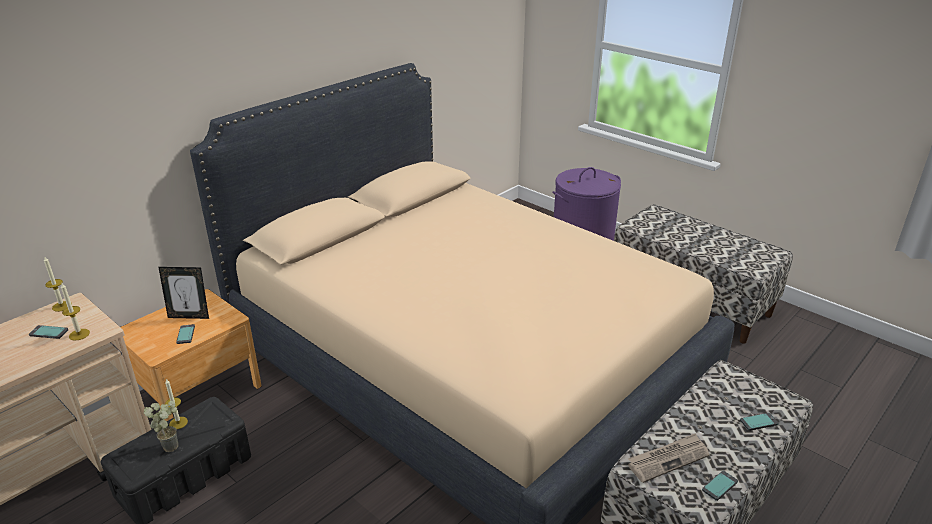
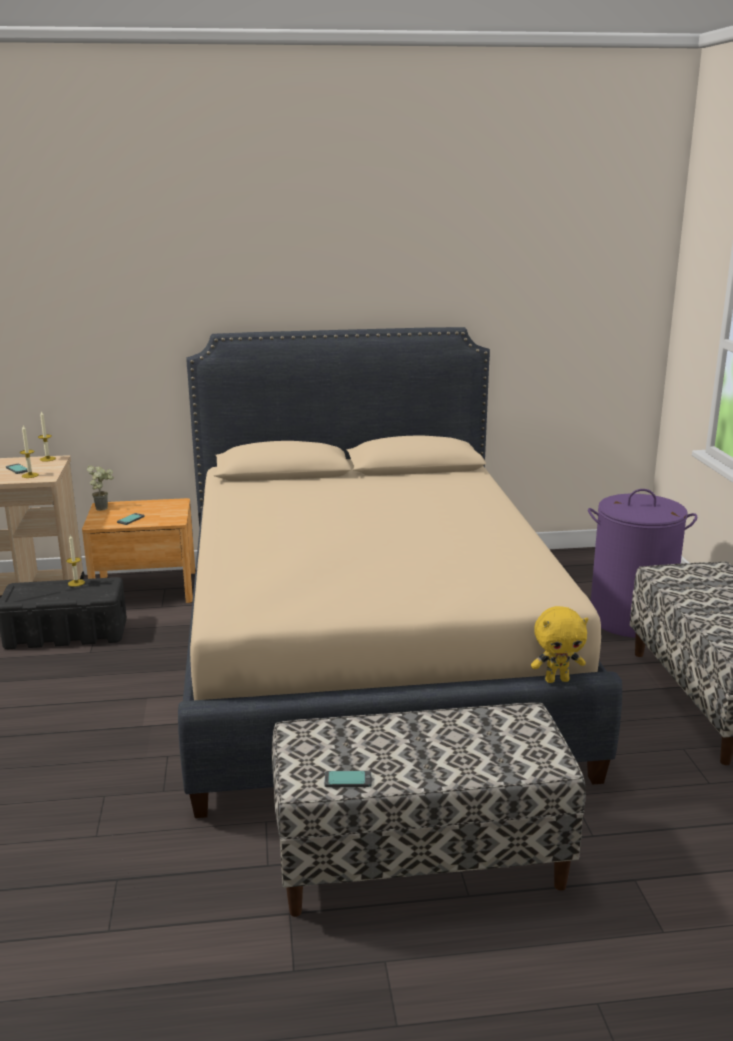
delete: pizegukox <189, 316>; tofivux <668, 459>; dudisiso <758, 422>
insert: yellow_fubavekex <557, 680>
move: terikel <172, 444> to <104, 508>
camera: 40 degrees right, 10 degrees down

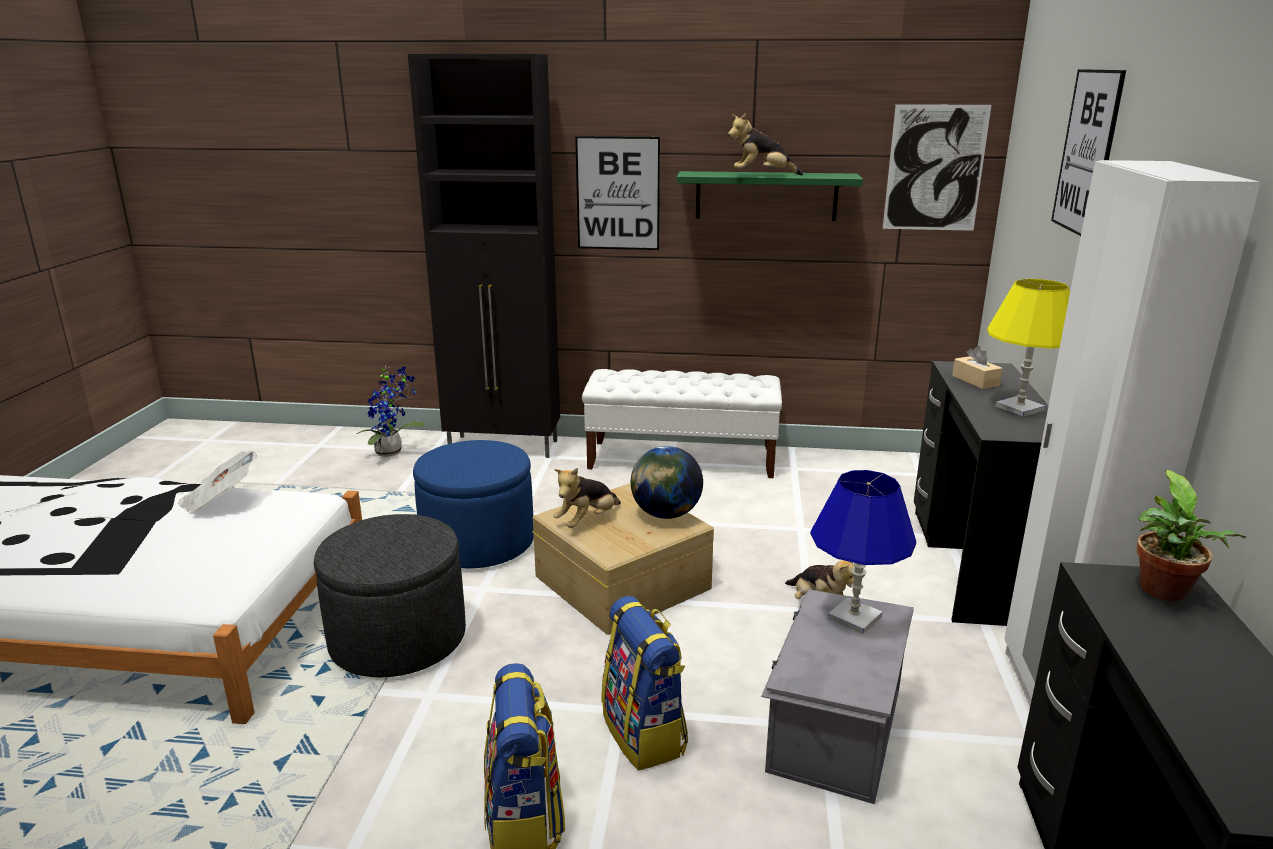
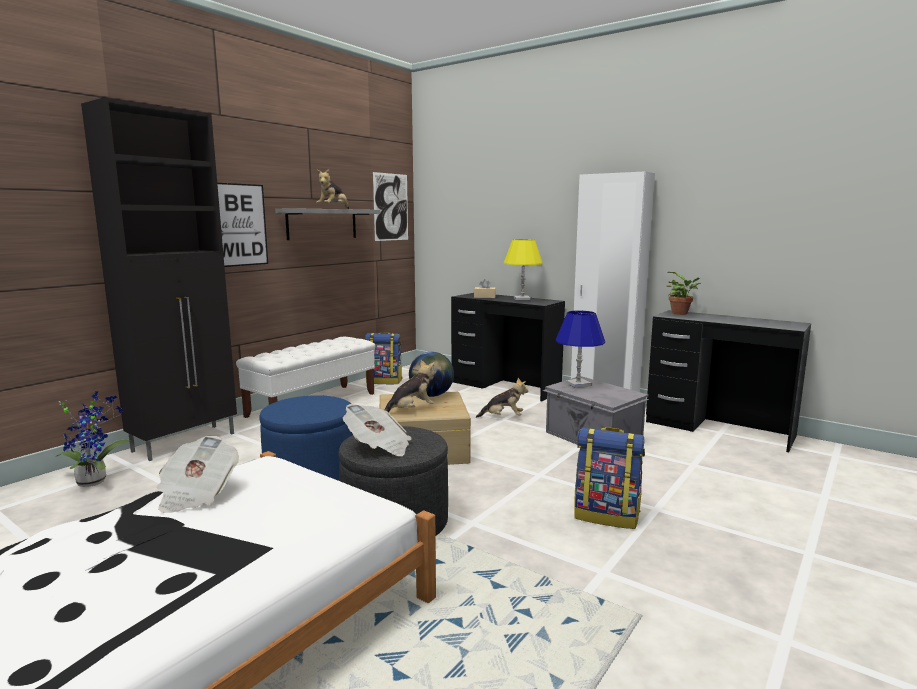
delete: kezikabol <1087, 152>
insert: tofivux <378, 447>
move: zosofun <645, 734> to <384, 381>
recolor: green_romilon <766, 196> to grey_romilon <322, 224>
rotate: fubavekex <587, 521> = <411, 410> 105 degrees counterclockwise
camera: 60 degrees left, 10 degrees down

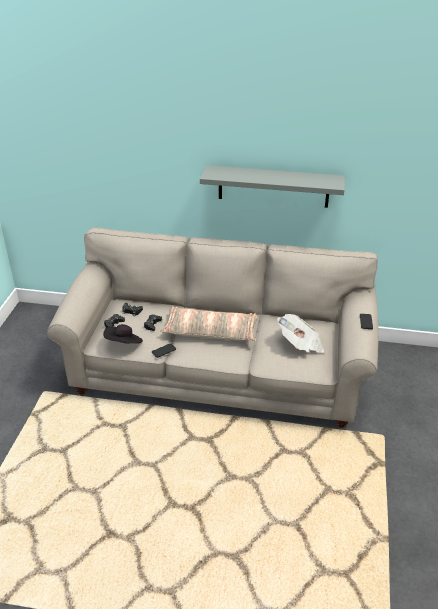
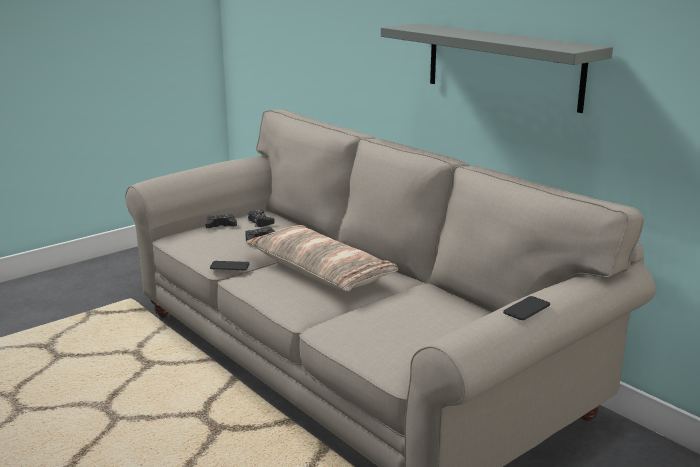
delete: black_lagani <124, 344>; tofivux <300, 344>
camera: 40 degrees right, 15 degrees down

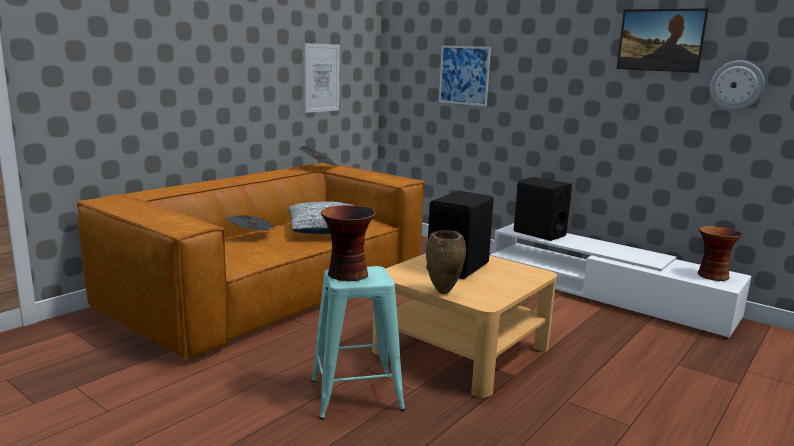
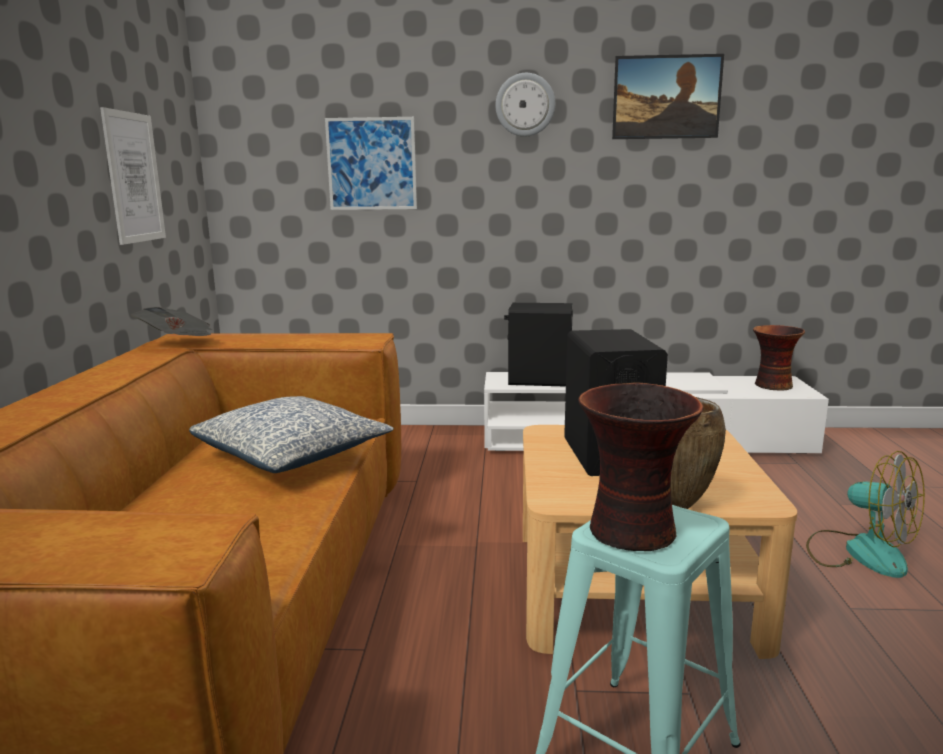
delete: tofivux <252, 236>
insert: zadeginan <860, 552>
move: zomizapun <736, 85> to <525, 105>
camera: 35 degrees left, 0 degrees up

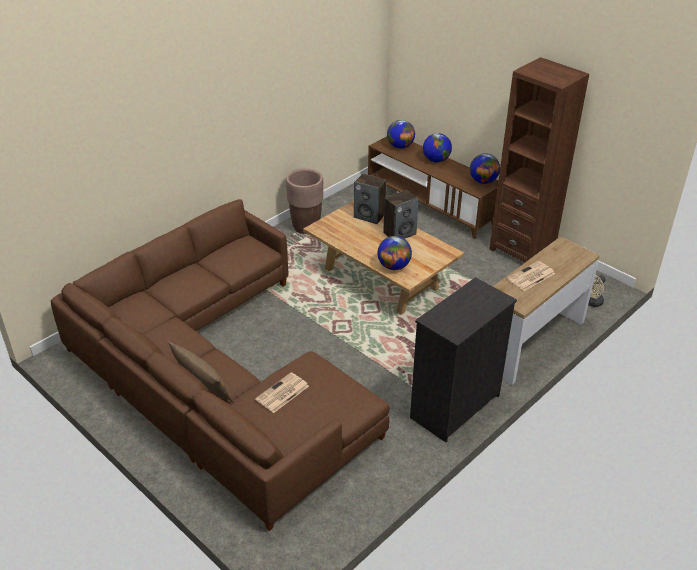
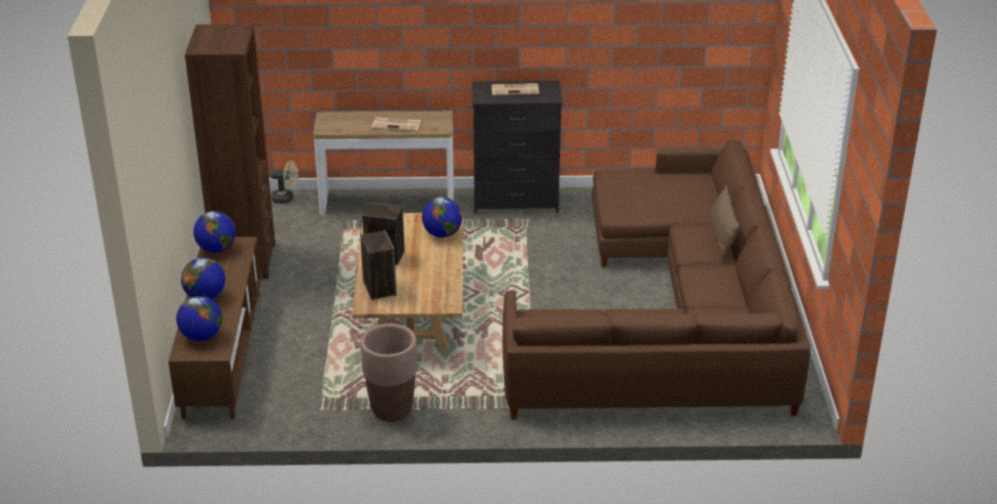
move: tofivux <282, 393> to <515, 90>
camera: 135 degrees left, 5 degrees down

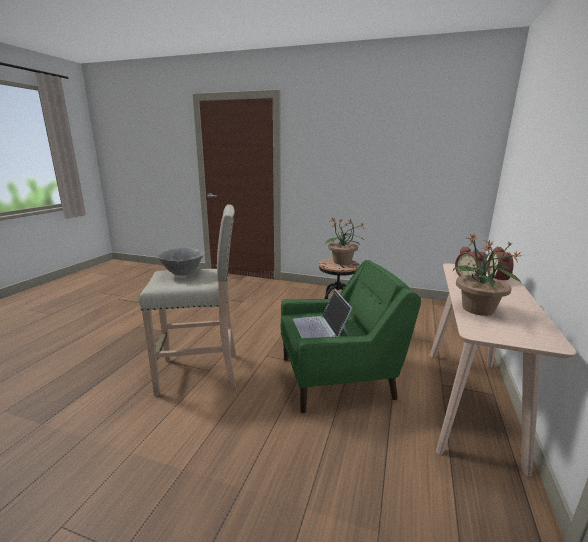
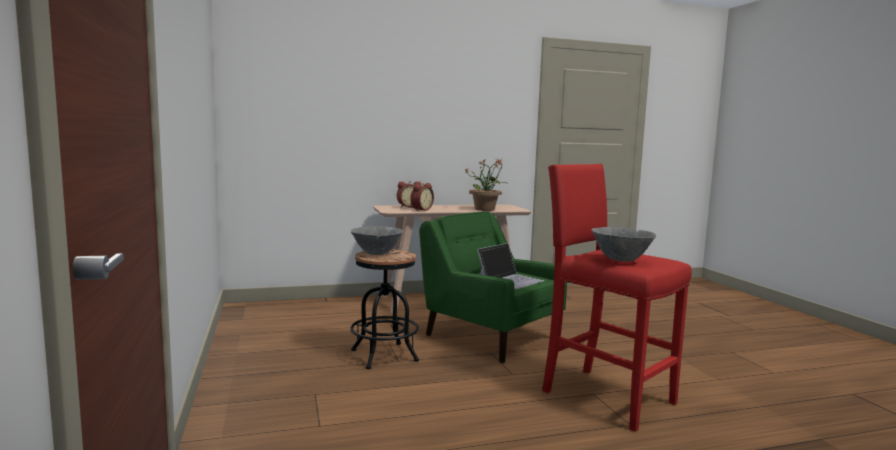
replace: terikel <342, 262> to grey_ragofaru <377, 254>
recolor: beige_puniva <201, 373> to red_puniva <605, 396>
camera: 125 degrees left, 10 degrees down

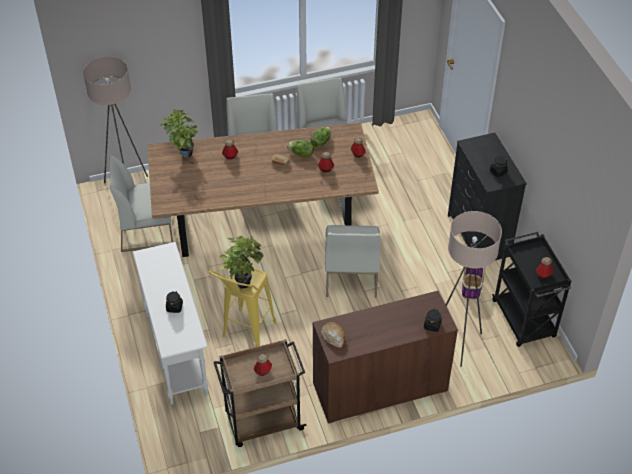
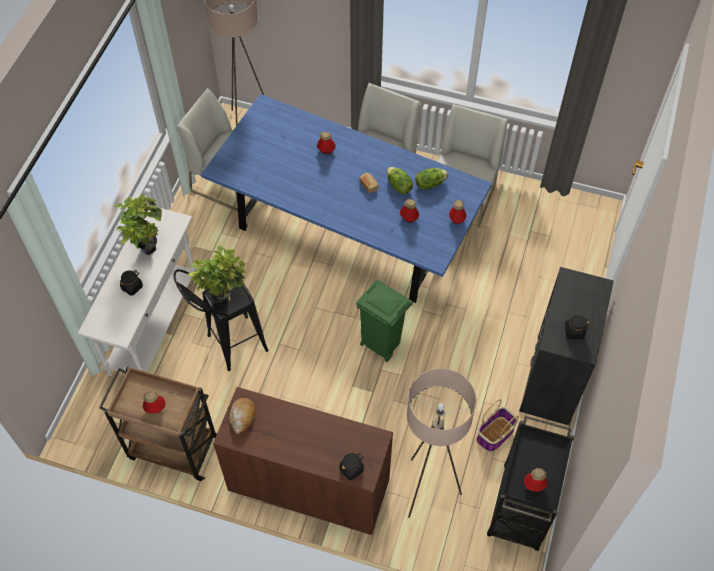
move: terikel <183, 153> to <146, 246>
replace: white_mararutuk <350, 276> to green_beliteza <380, 345>
recolor: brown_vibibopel <263, 218> to blue_vibibopel <346, 230>; yellow_puniva <245, 336> to black_puniva <229, 347>
camera: 35 degrees right, 10 degrees up

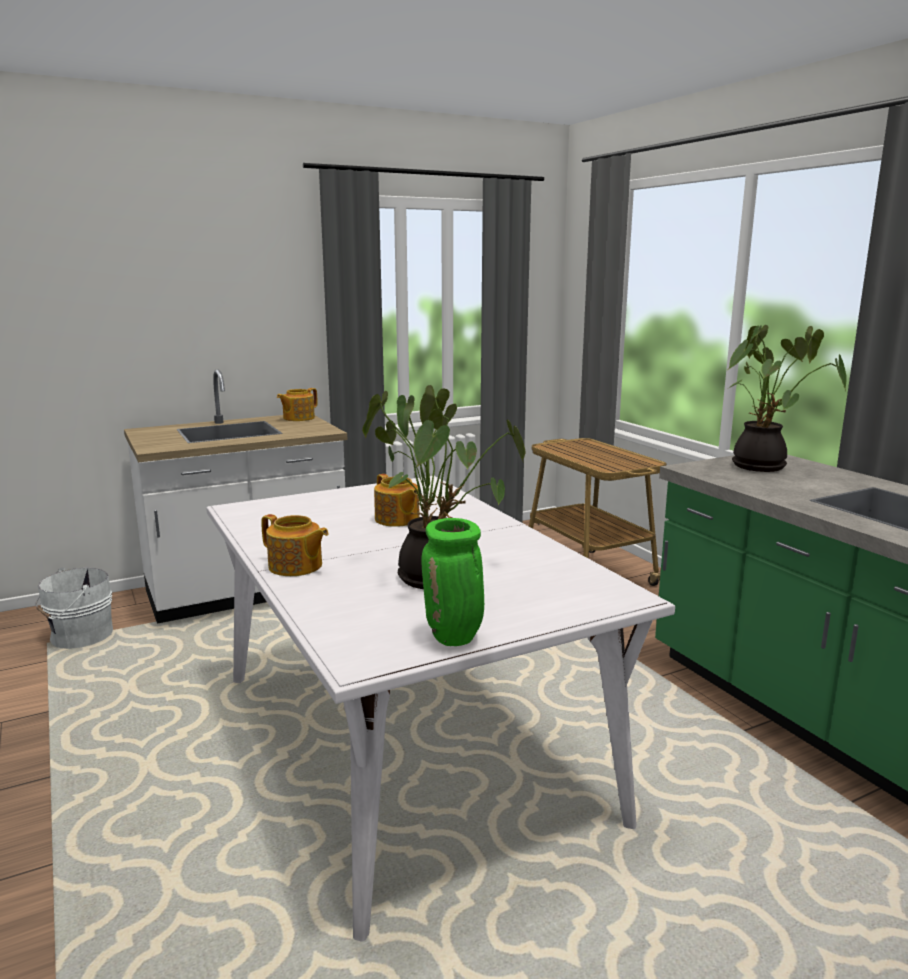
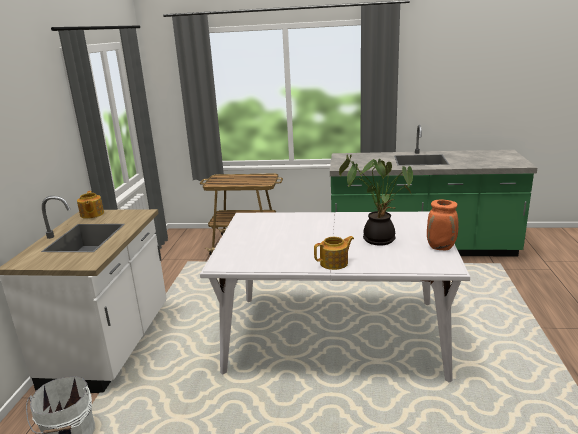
delete: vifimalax <397, 519>; terikel <763, 467>
recolor: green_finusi <454, 638> to orange_finusi <441, 247>
camera: 55 degrees left, 5 degrees up

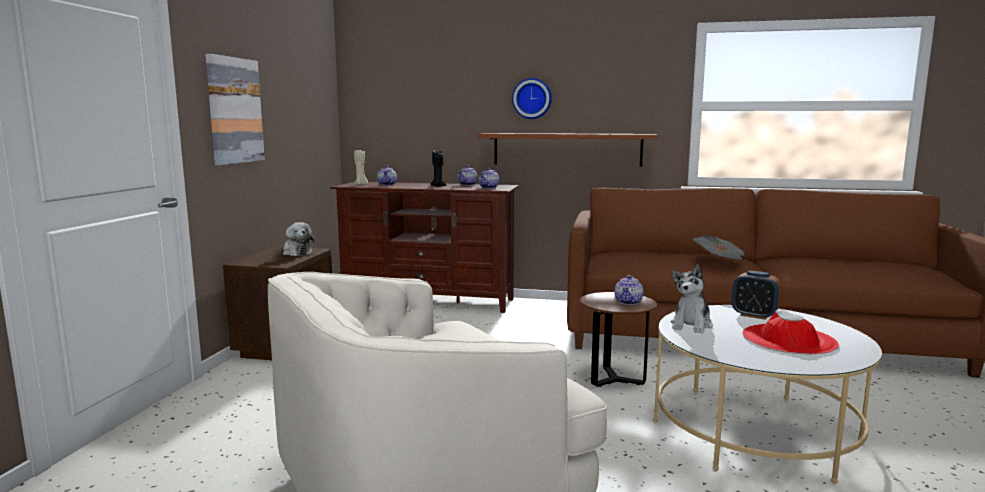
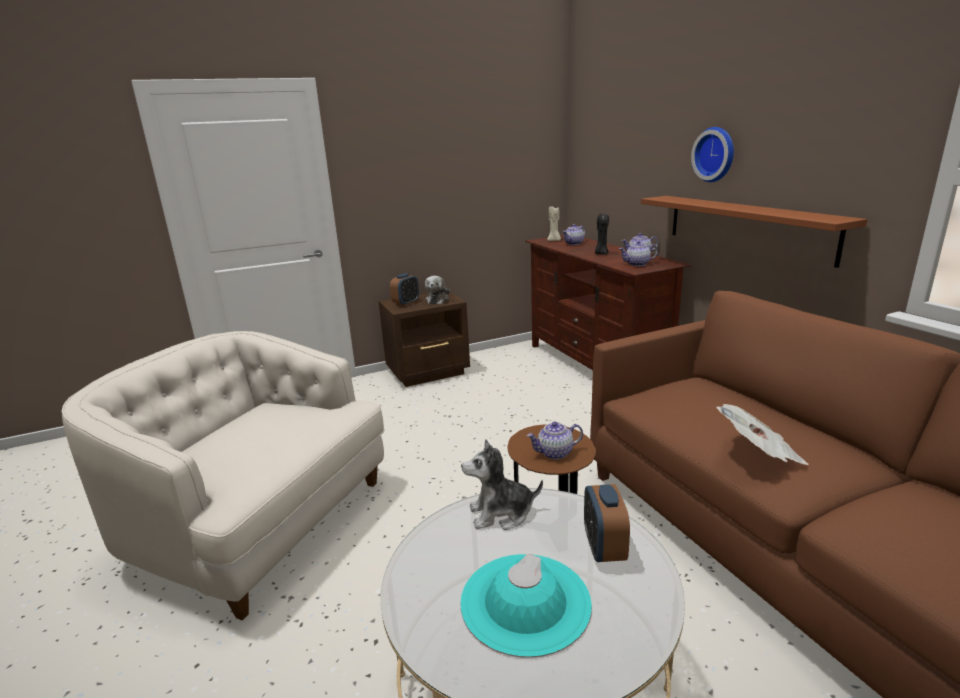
delete: kezikabol <234, 111>
insert: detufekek <406, 303>
recolor: red_lagani <789, 339> to turquoise_lagani <525, 602>
camera: 55 degrees right, 10 degrees up

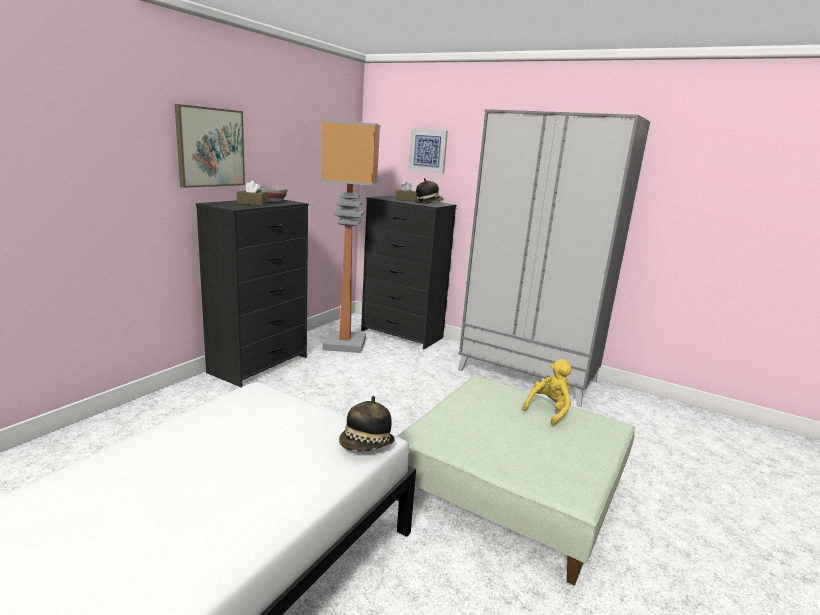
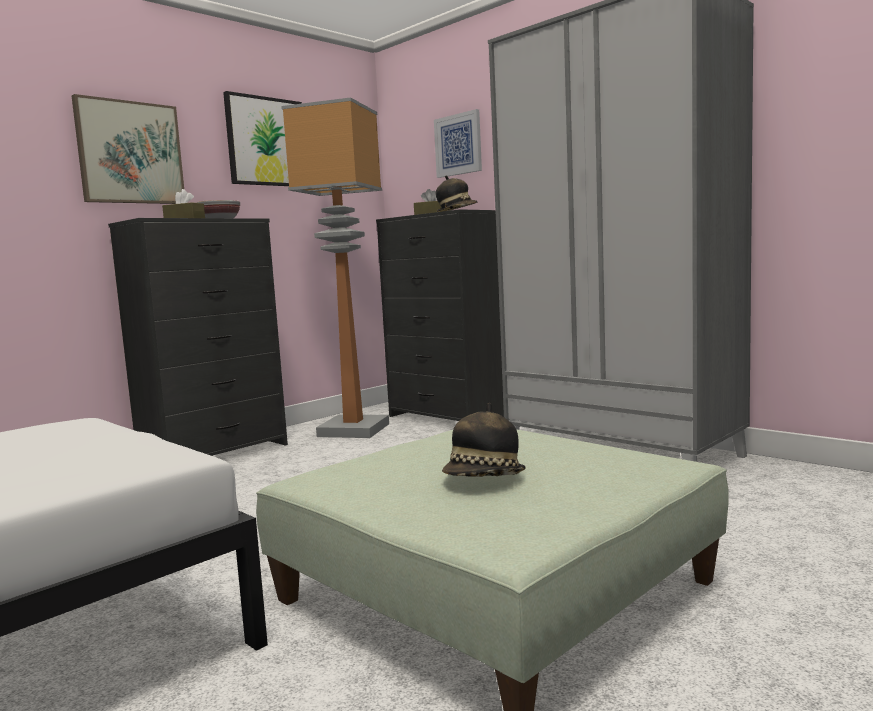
delete: yellow_fubavekex <549, 410>
insert: kezikabol <266, 142>
move: lagani <366, 446> to <484, 479>
camera: 15 degrees right, 10 degrees down

